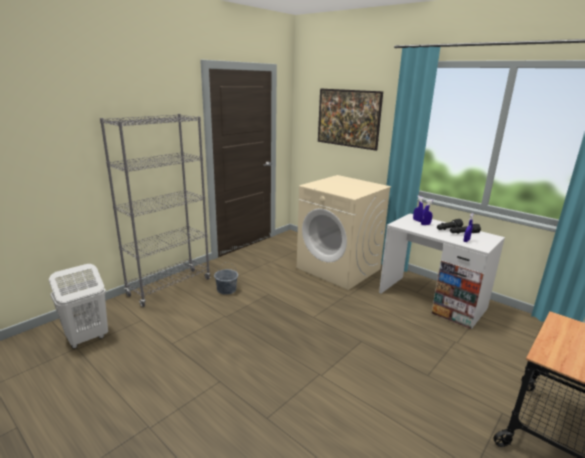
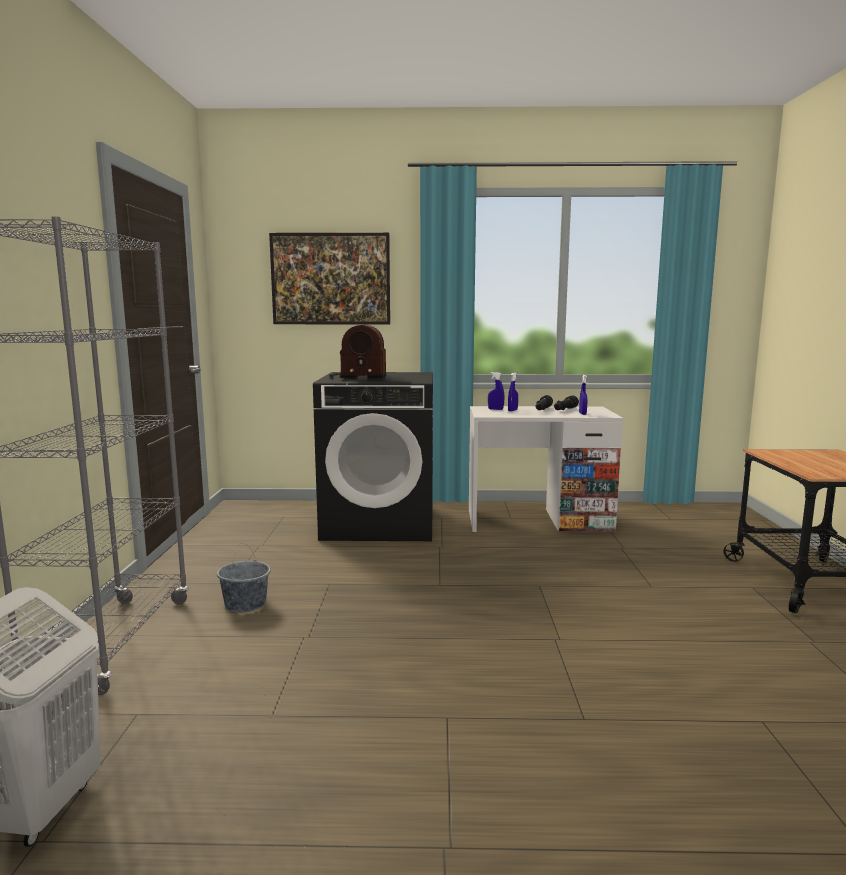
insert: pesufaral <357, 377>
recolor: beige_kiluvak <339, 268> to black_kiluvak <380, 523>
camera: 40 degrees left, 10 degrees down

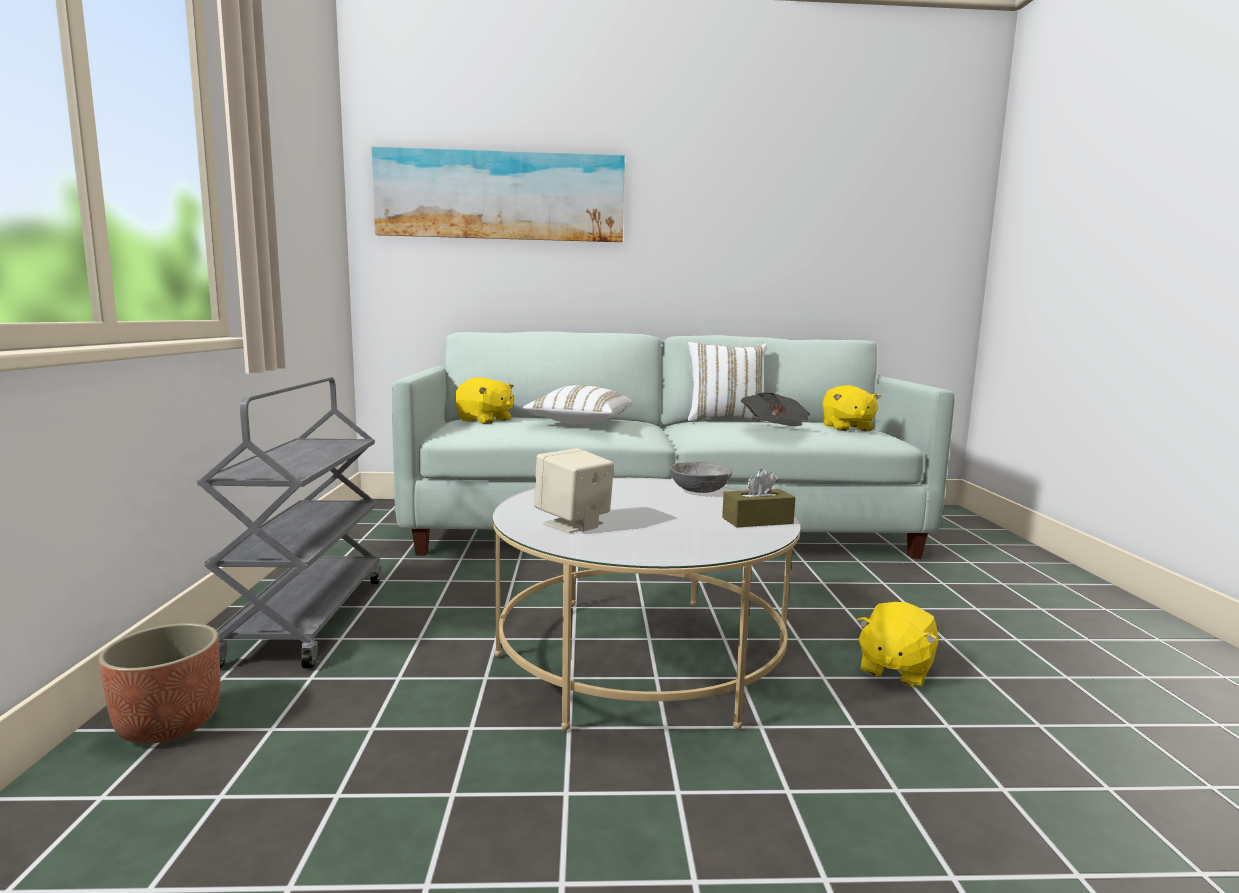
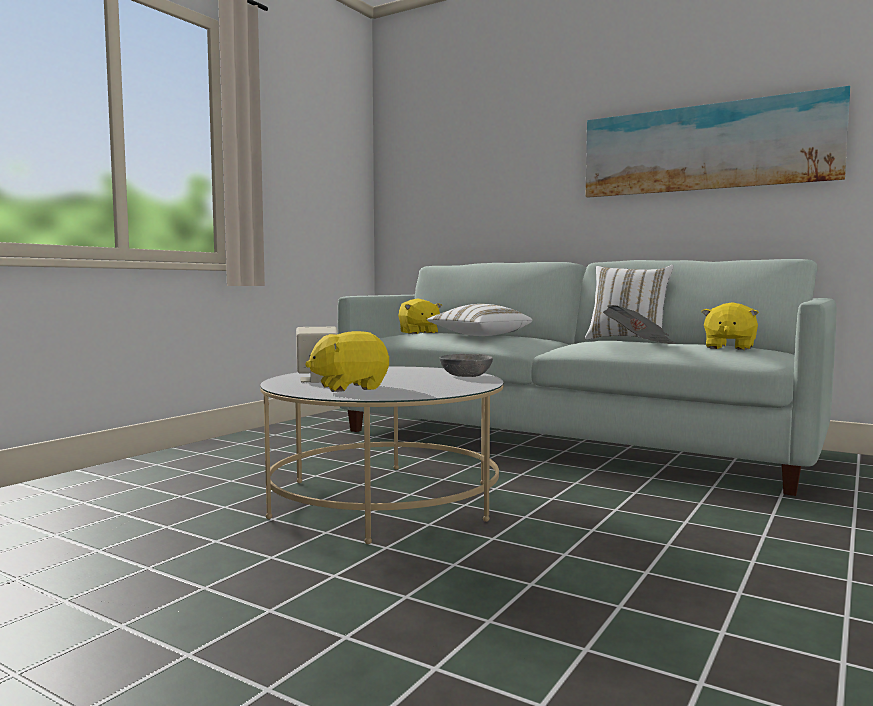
delete: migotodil <168, 724>; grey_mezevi <307, 618>; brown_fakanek <757, 520>
move: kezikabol <500, 196> to <705, 148>; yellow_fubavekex <894, 669> to <349, 387>
camera: 35 degrees right, 5 degrees down

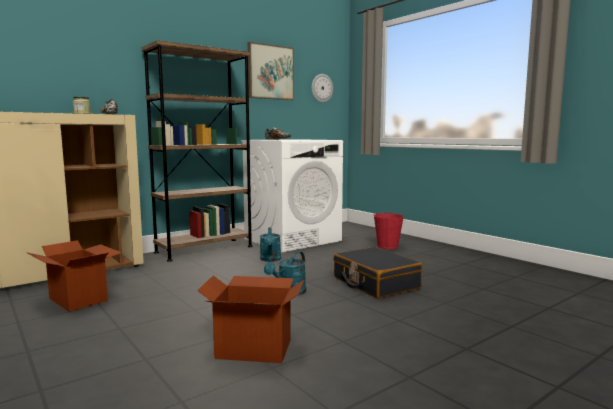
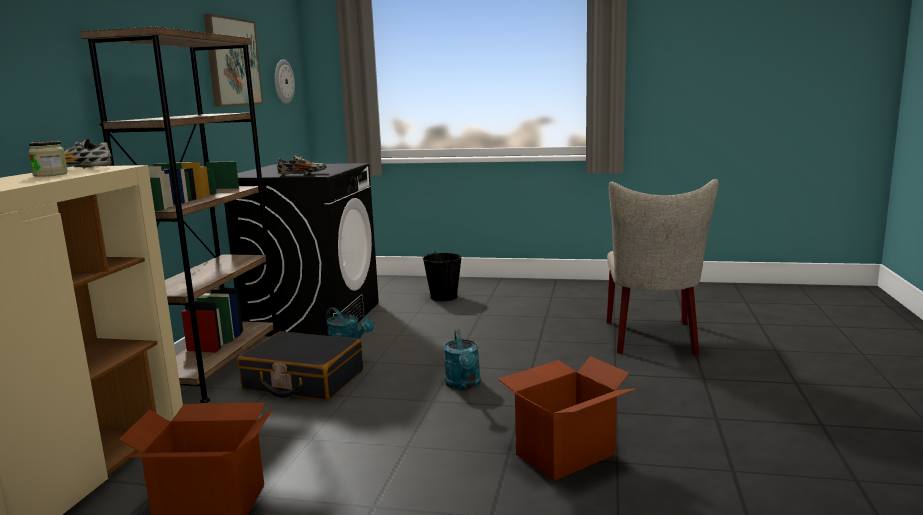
insert: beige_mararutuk <653, 340>
move: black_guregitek <375, 283> to <303, 381>
recolor: white_kiluvak <293, 239> to black_kiluvak <313, 318>; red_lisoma <388, 246> to black_lisoma <444, 297>
camera: 40 degrees left, 5 degrees up

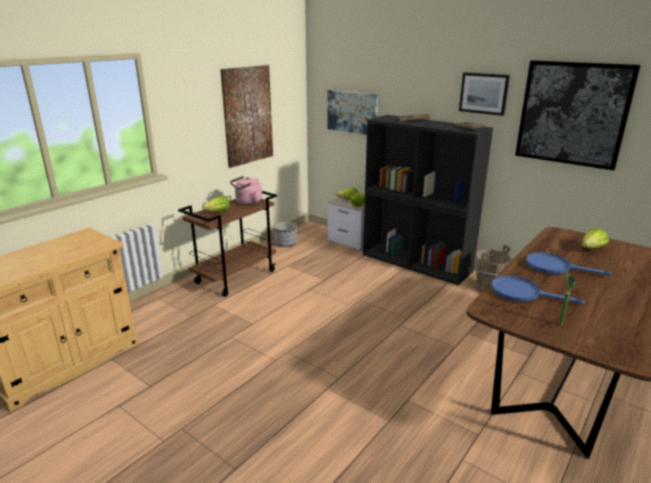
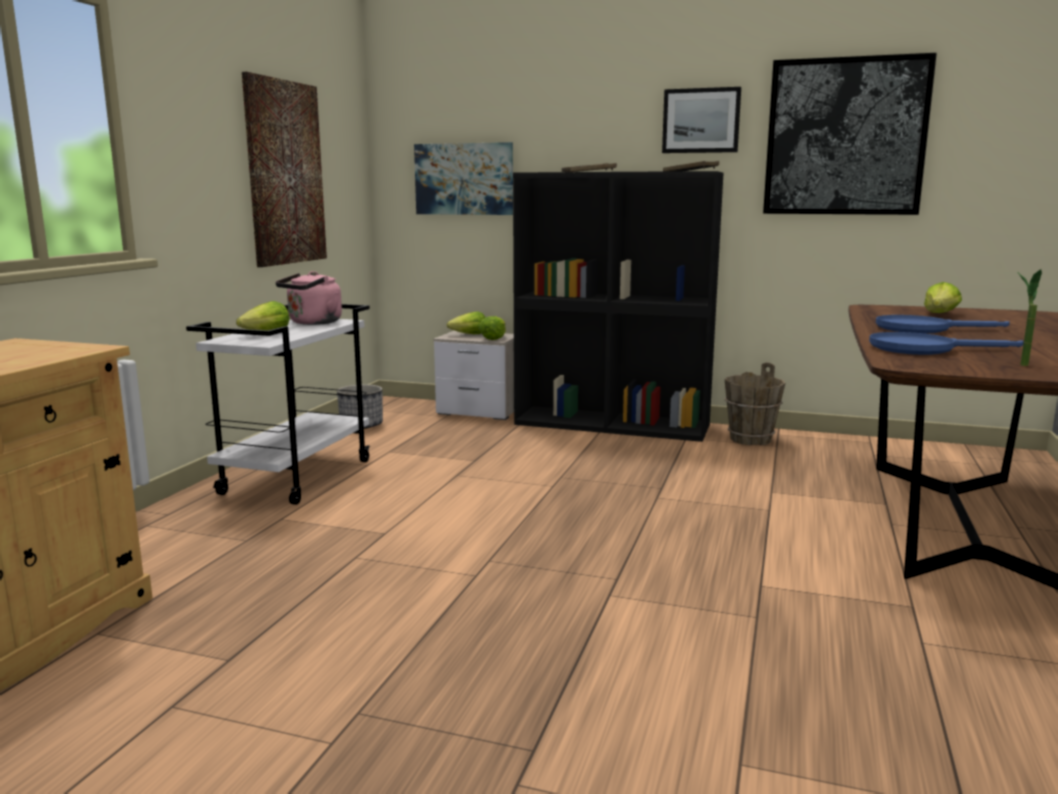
recolor: brown_mezevi <236, 277> to white_mezevi <297, 476>
camera: 20 degrees left, 10 degrees down

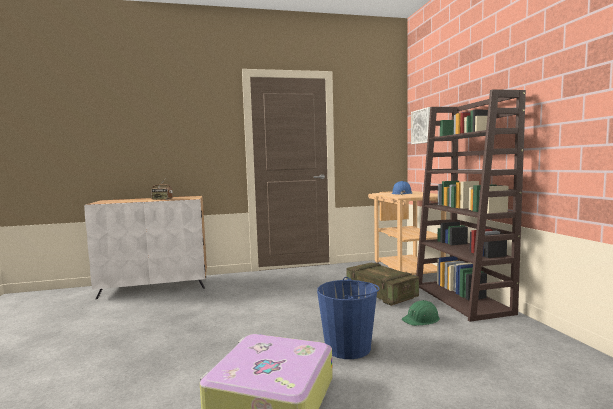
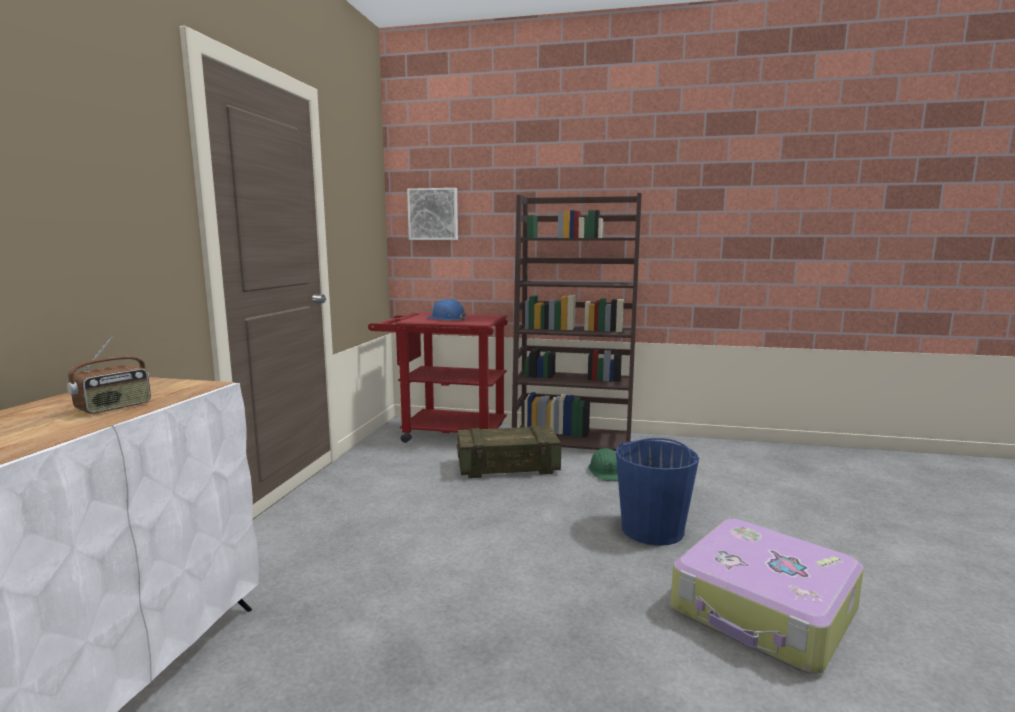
recolor: beige_mezevi <404, 270> to red_mezevi <444, 433>
camera: 65 degrees left, 5 degrees up

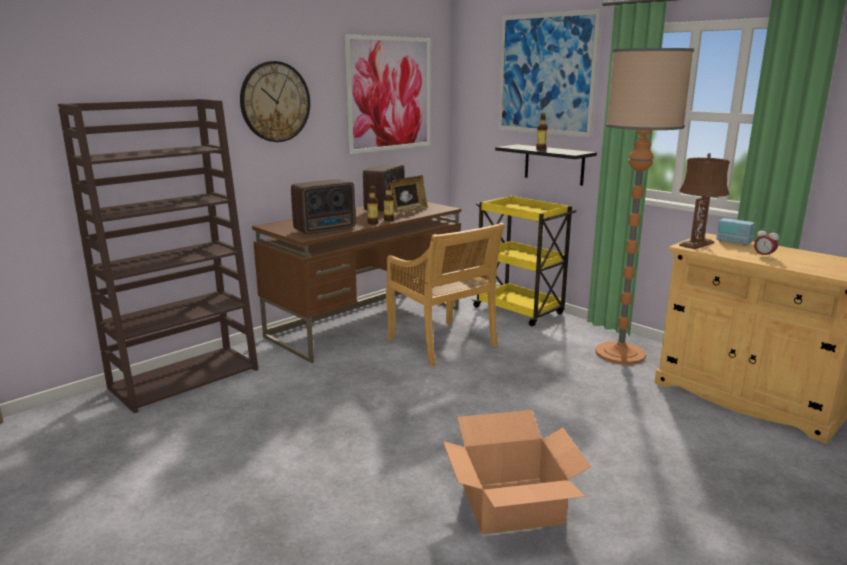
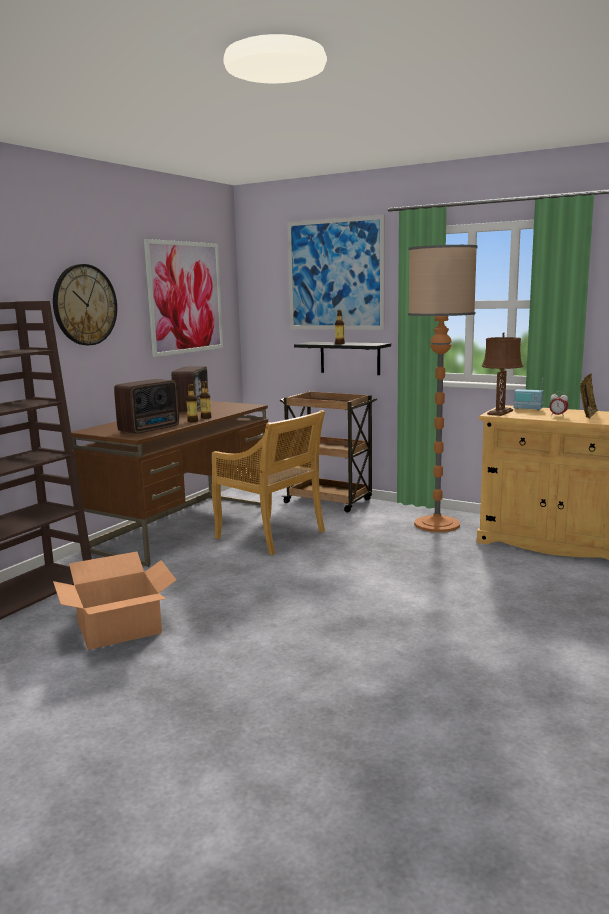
move: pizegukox <409, 210> to <587, 415>; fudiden <512, 505> to <119, 628>
recolor: yellow_mezevi <519, 311> to brown_mezevi <329, 501>
camera: 15 degrees left, 5 degrees down

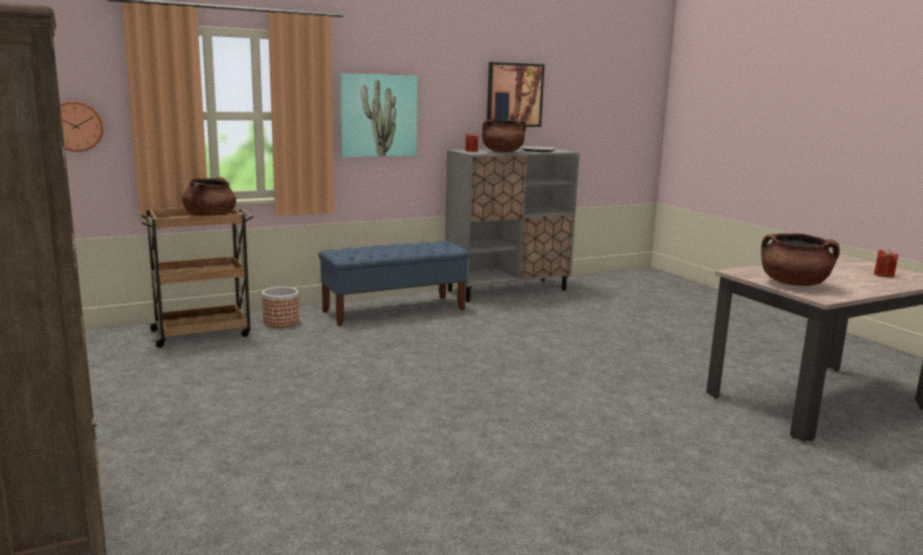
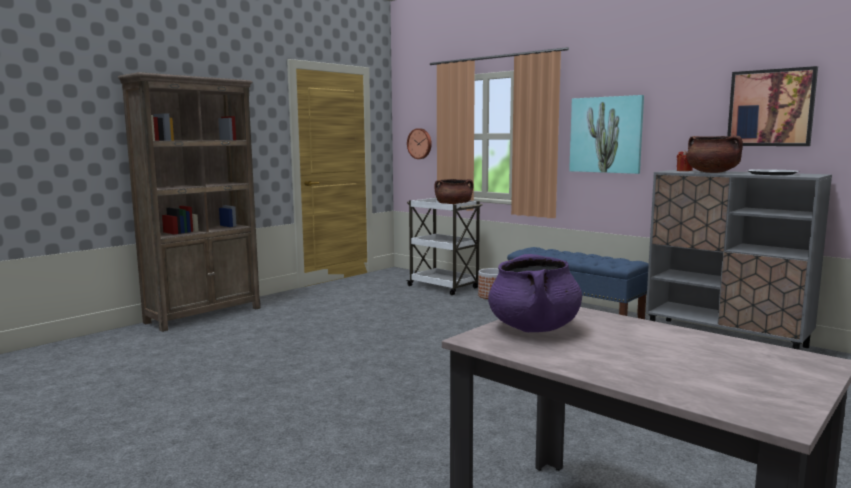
delete: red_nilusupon <884, 275>
recolor: brown_mezevi <203, 333> to white_mezevi <444, 287>; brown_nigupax <794, 284> to purple_nigupax <534, 328>
camera: 70 degrees right, 5 degrees down

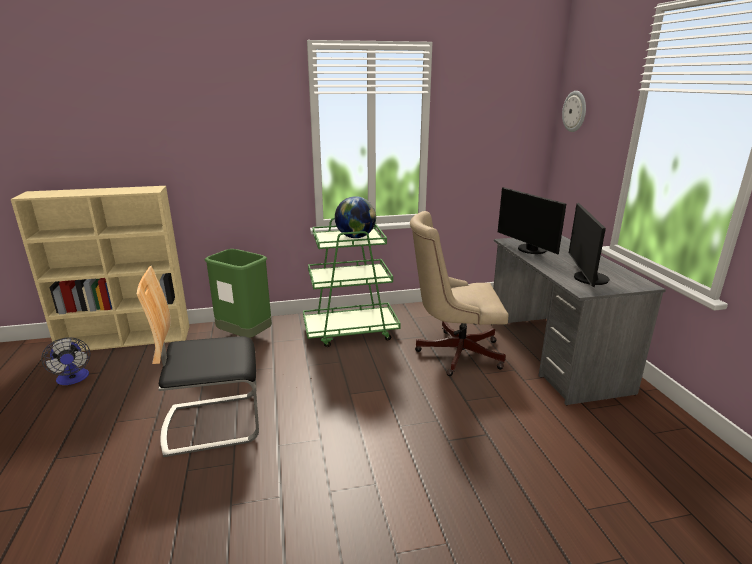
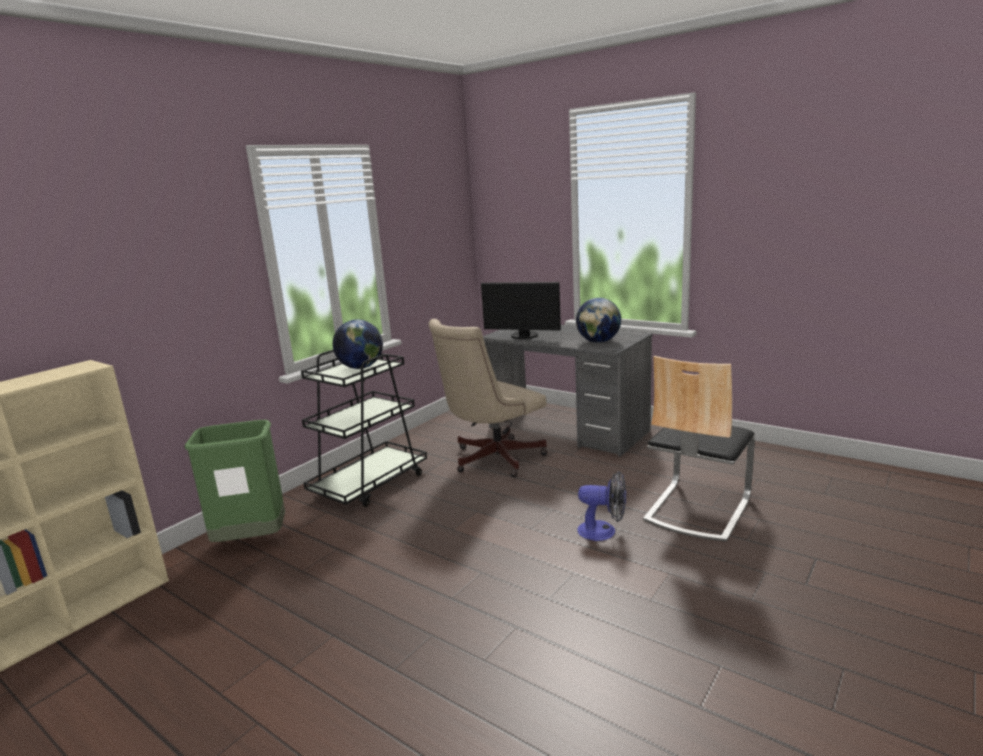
delete: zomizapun <575, 111>
move: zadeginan <73, 379> to <603, 531>; mararutuk <213, 422> to <696, 509>
replace: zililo <587, 278> to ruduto <598, 341>
recolor: green_mezevi <351, 331> to black_mezevi <370, 484>
camera: 40 degrees left, 5 degrees down

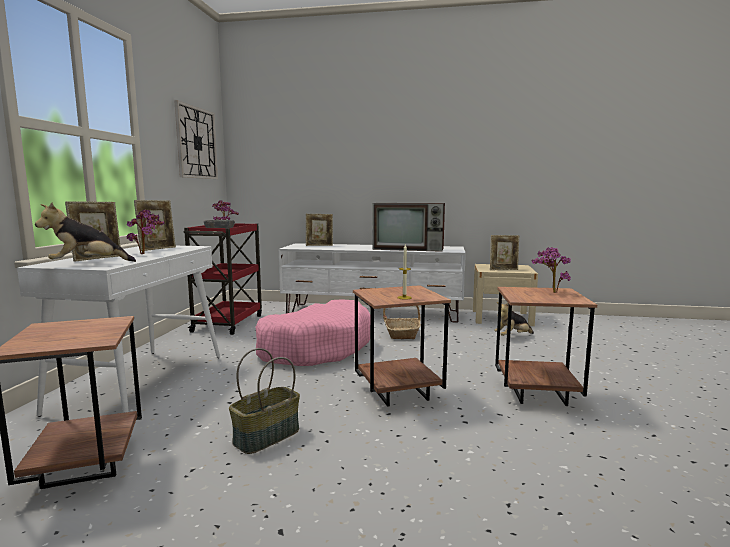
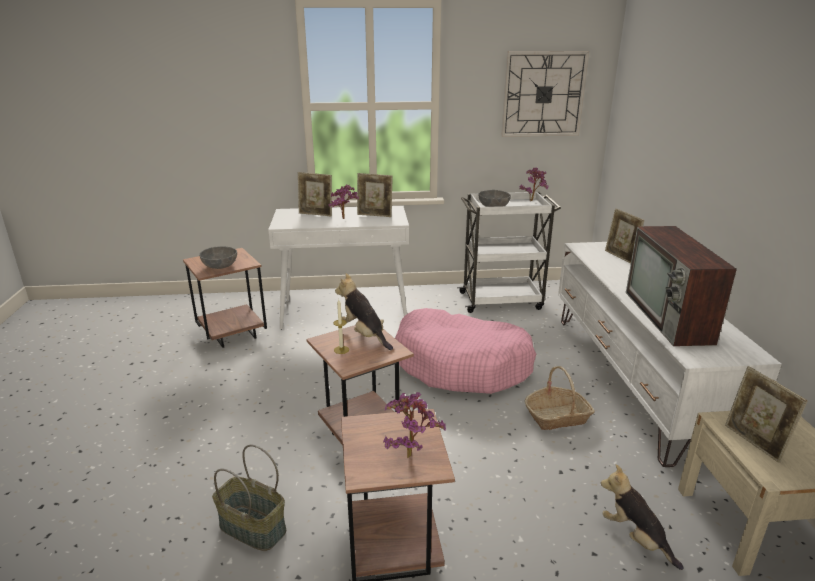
insert: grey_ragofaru <220, 266>
move: fubavekex <87, 264> to <364, 335>; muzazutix <266, 437> to <251, 528>
recolor: red_mezevi <228, 323> to white_mezevi <502, 300>
camera: 75 degrees right, 15 degrees up

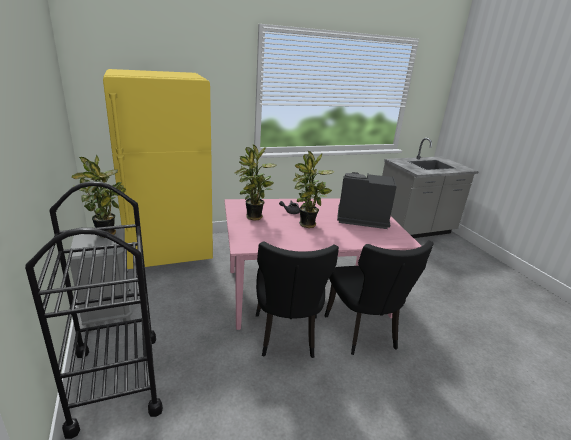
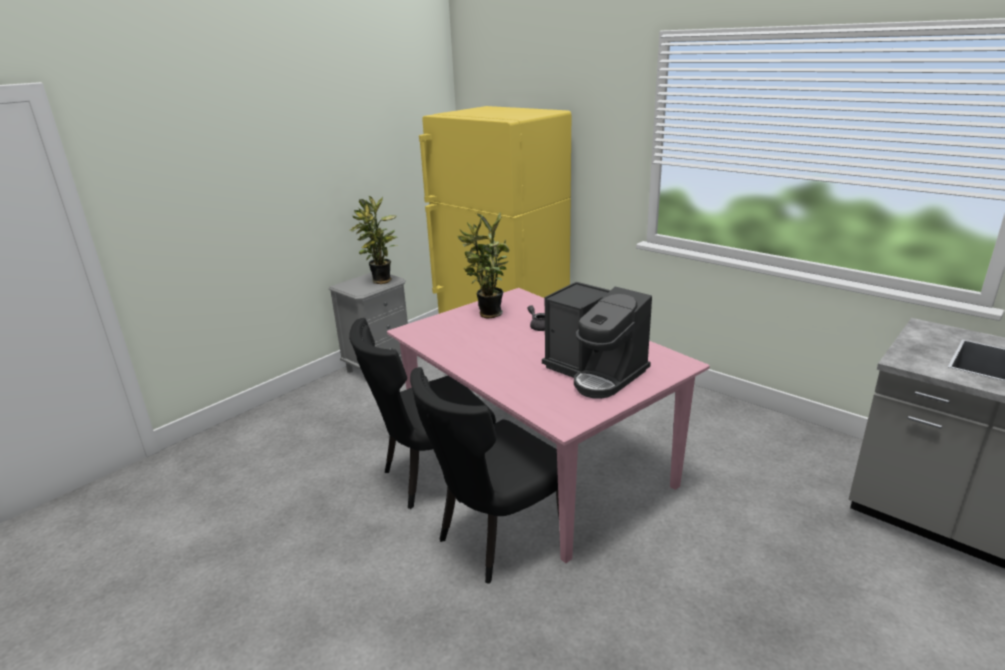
delete: black_mezevi <116, 380>; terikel <307, 225>
rotate: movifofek <360, 218> = <595, 372> 150 degrees clockwise
camera: 65 degrees right, 0 degrees up

